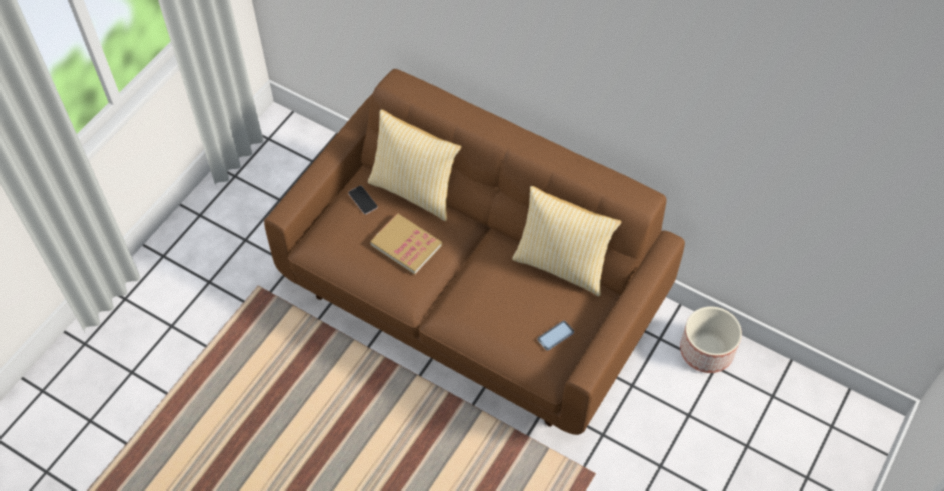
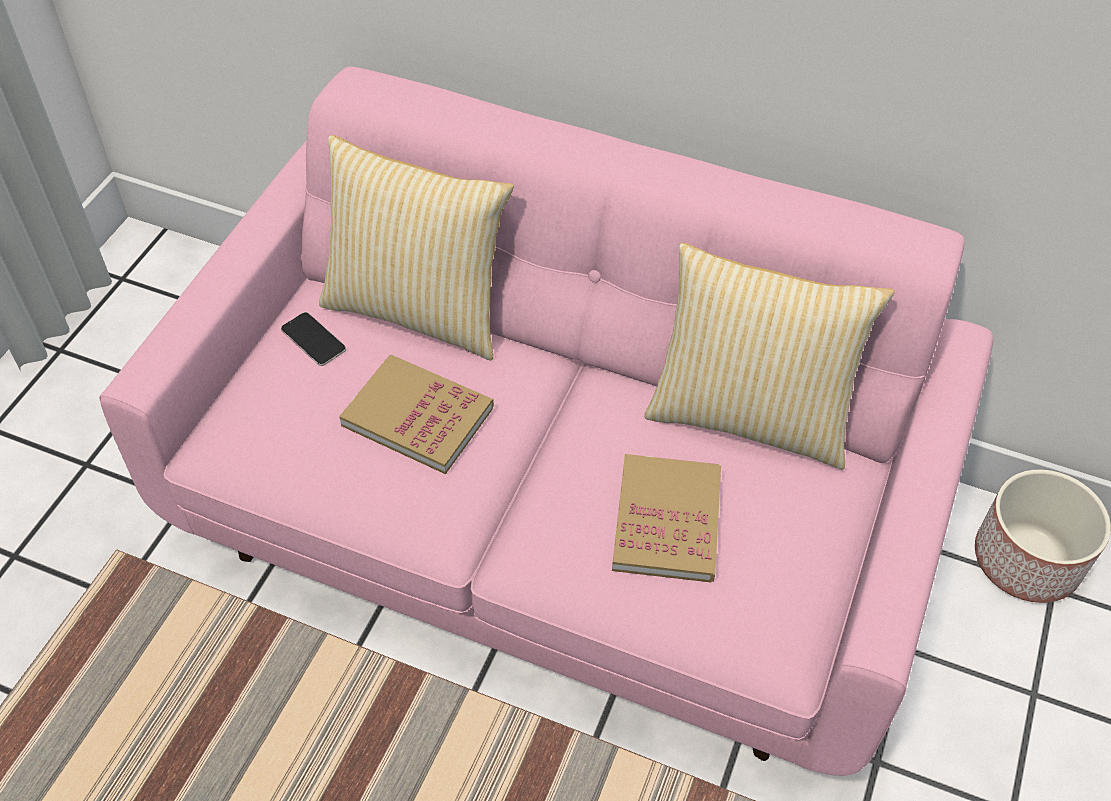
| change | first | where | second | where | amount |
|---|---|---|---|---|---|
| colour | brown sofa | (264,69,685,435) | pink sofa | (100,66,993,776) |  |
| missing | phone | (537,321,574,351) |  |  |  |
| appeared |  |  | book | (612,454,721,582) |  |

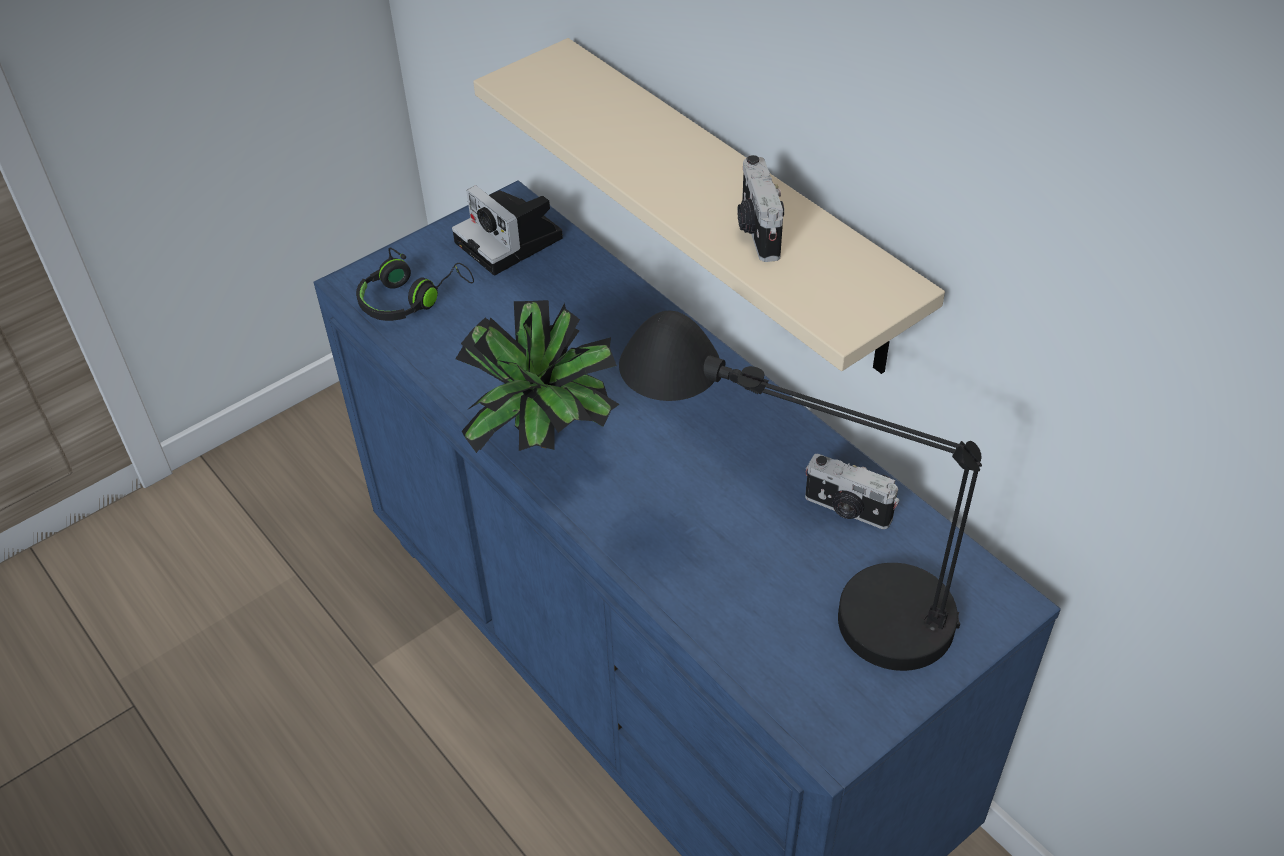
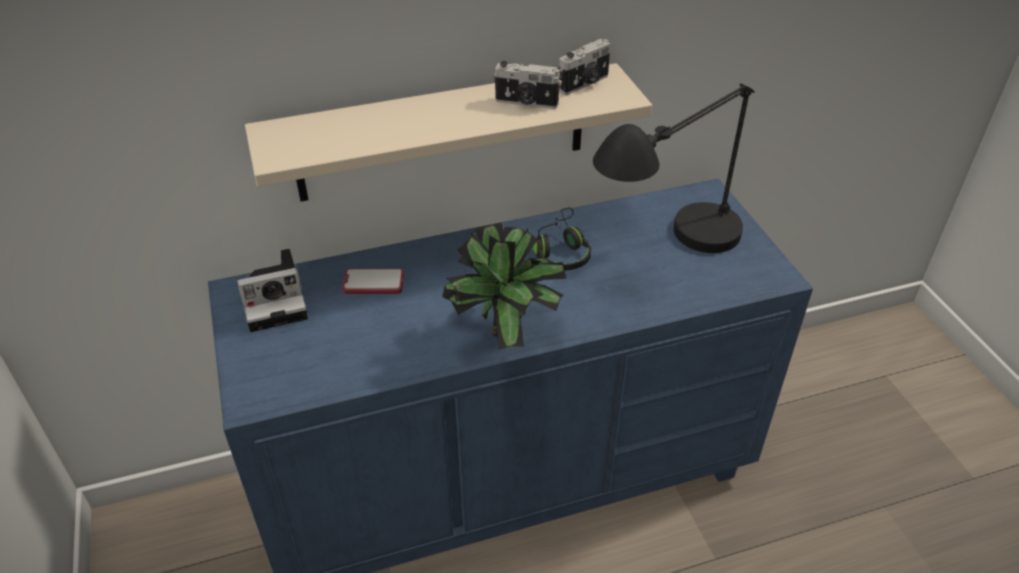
| change | first | where | second | where | amount |
|---|---|---|---|---|---|
| relocated | black headphones | (356,248,474,321) |  | (534,208,591,271) |  |
| relocated | photo camera | (805,454,899,529) |  | (559,39,610,95) |  |
| appeared |  |  | phone | (342,269,404,294) |  |

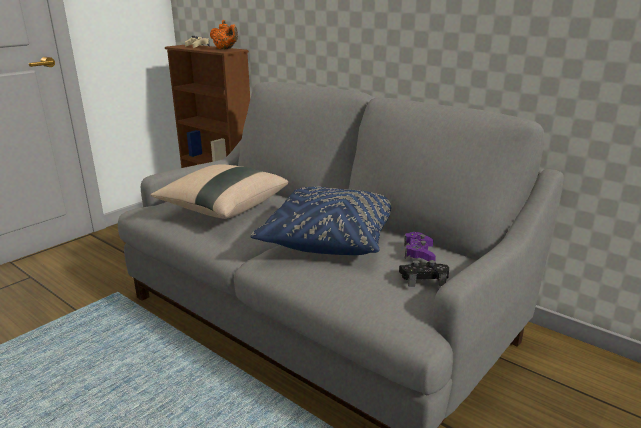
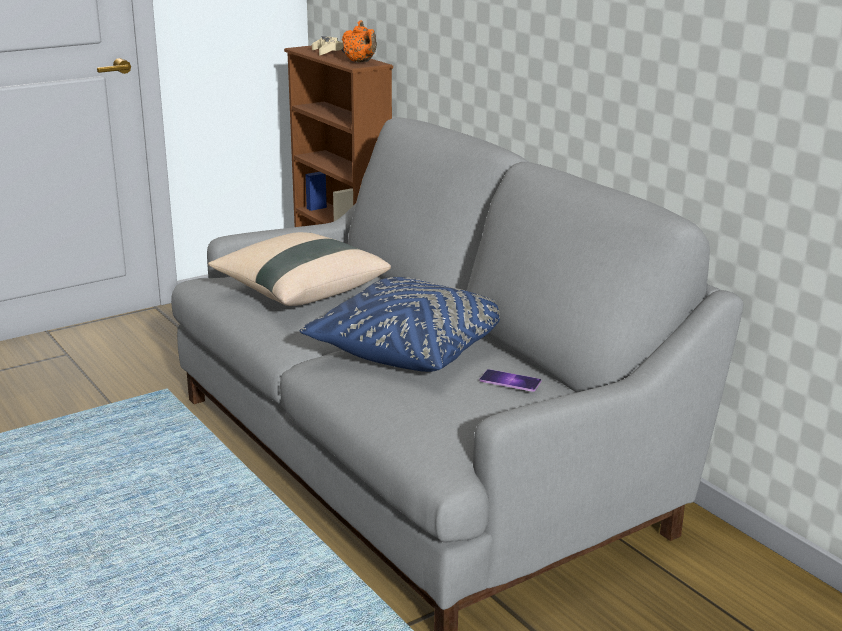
| change | first | where | second | where | amount |
|---|---|---|---|---|---|
| missing | black game controller | (399,260,449,287) |  |  |  |
| exchanged | purple game controller | (404,232,436,261) | phone | (479,369,542,392) |  |

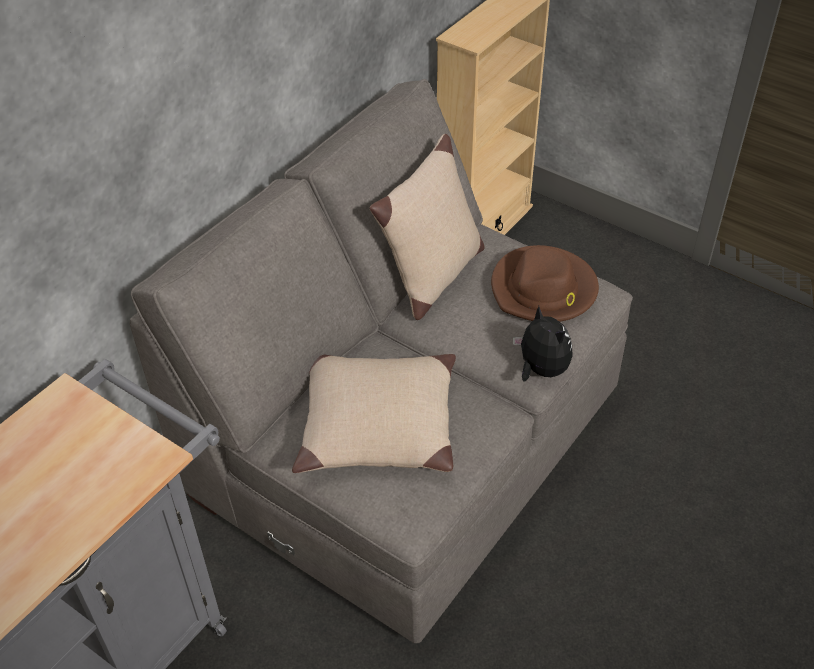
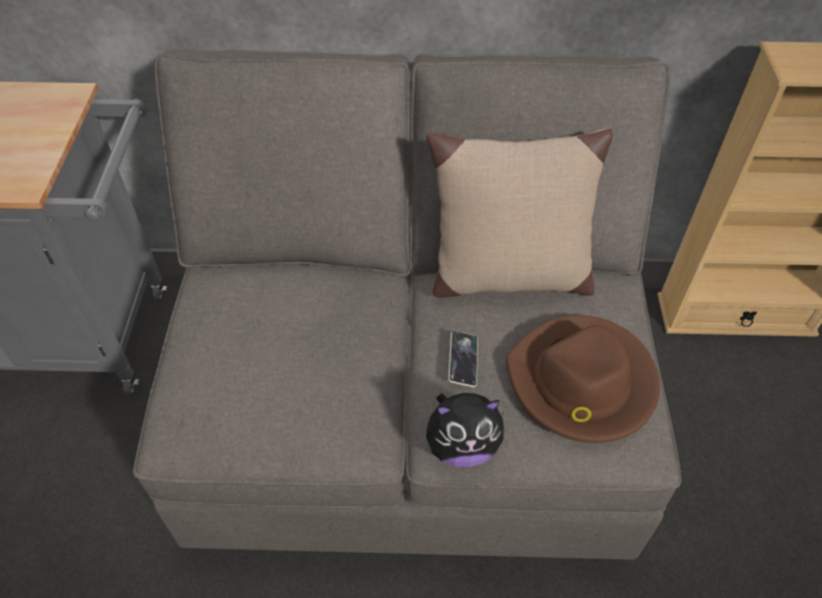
| change | first | where | second | where | amount |
|---|---|---|---|---|---|
| missing | beige pillow | (292,354,456,473) |  |  |  |
| spun | plush toy | (513,306,573,382) |  | (426,393,505,467) | 60 degrees clockwise |
| appeared |  |  | phone | (448,331,478,387) |  |

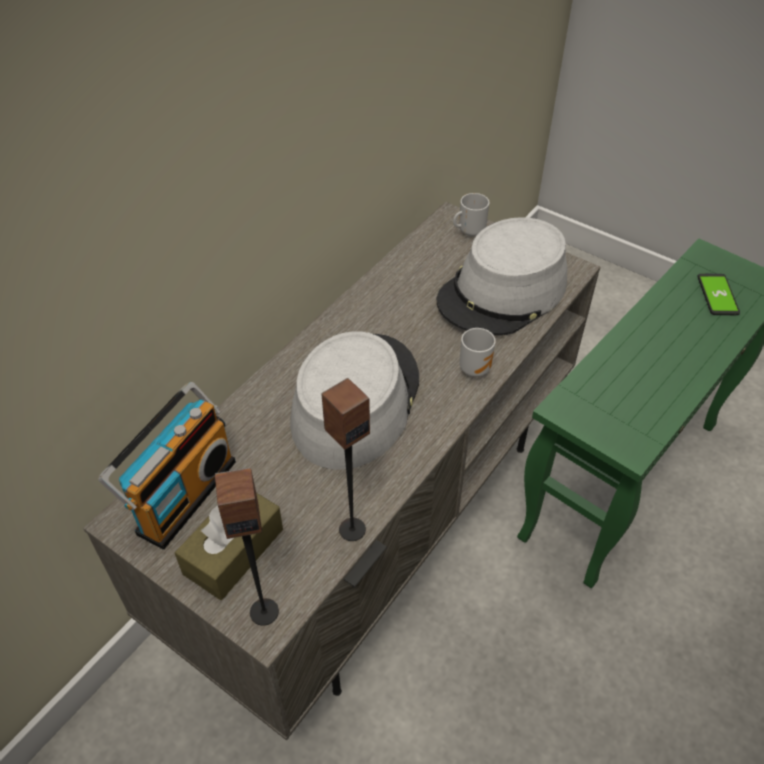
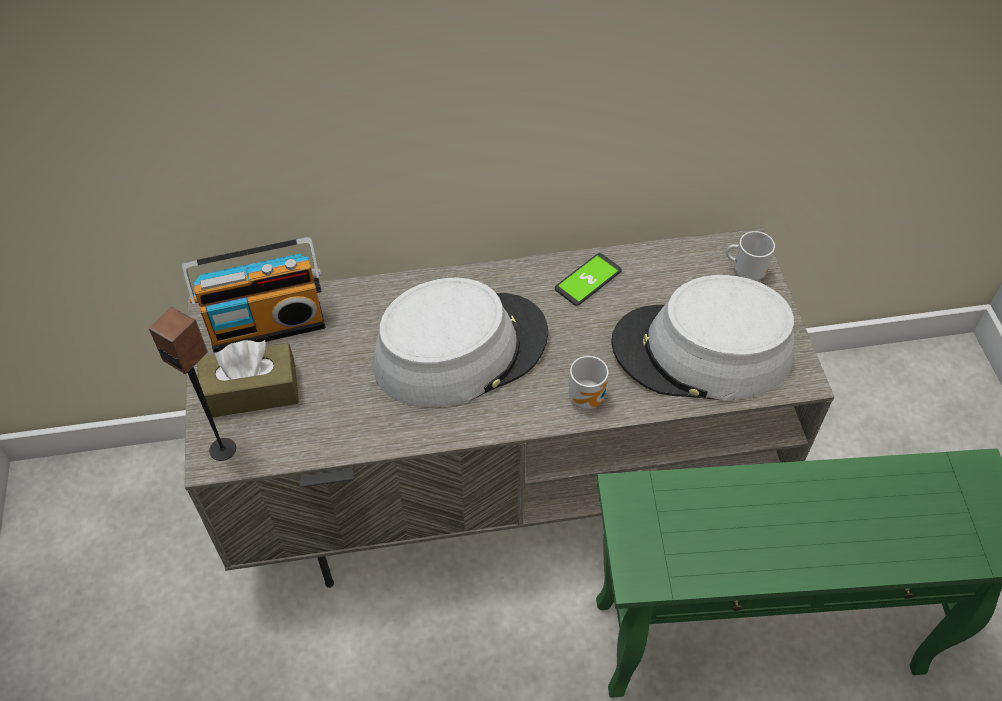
| change | first | where | second | where | amount |
|---|---|---|---|---|---|
| missing | speaker | (321,378,370,541) |  |  |  |
| relocated | phone | (697,274,740,315) |  | (555,253,622,306) |  |

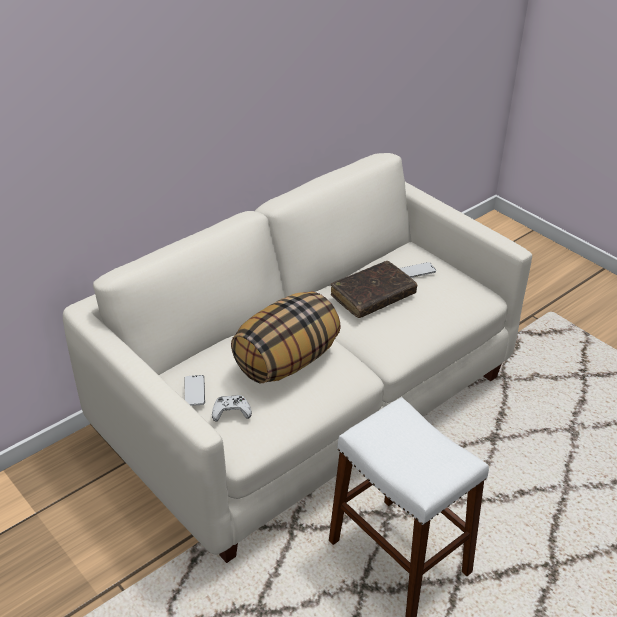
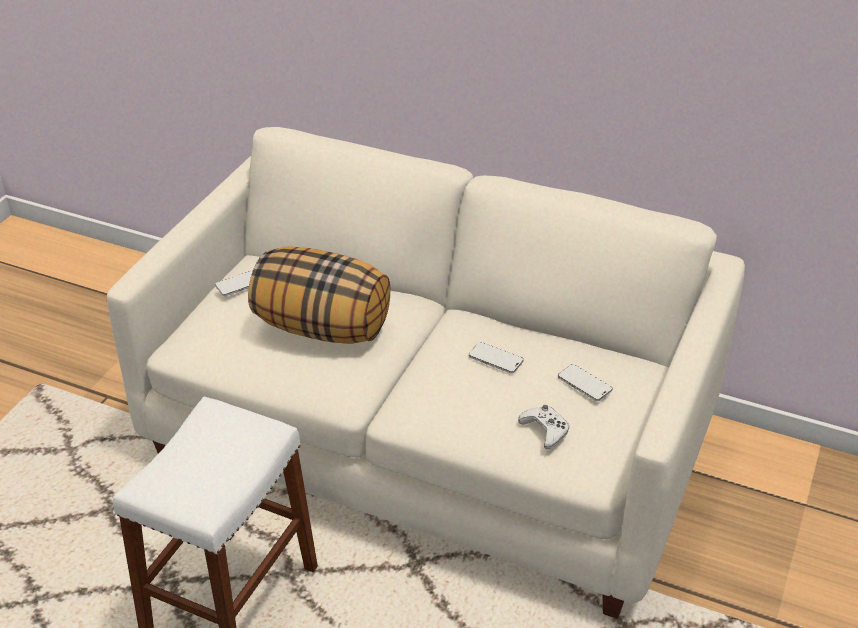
| change | first | where | second | where | amount |
|---|---|---|---|---|---|
| relocated | white game controller | (212,395,252,422) |  | (518,405,569,449) |  |
| exchanged | brown book | (330,261,417,318) | phone | (469,342,524,374) |  |

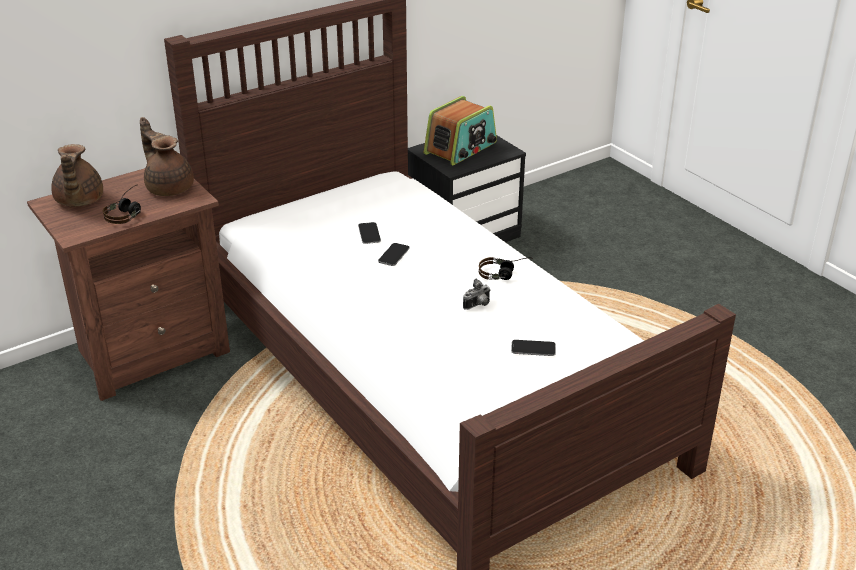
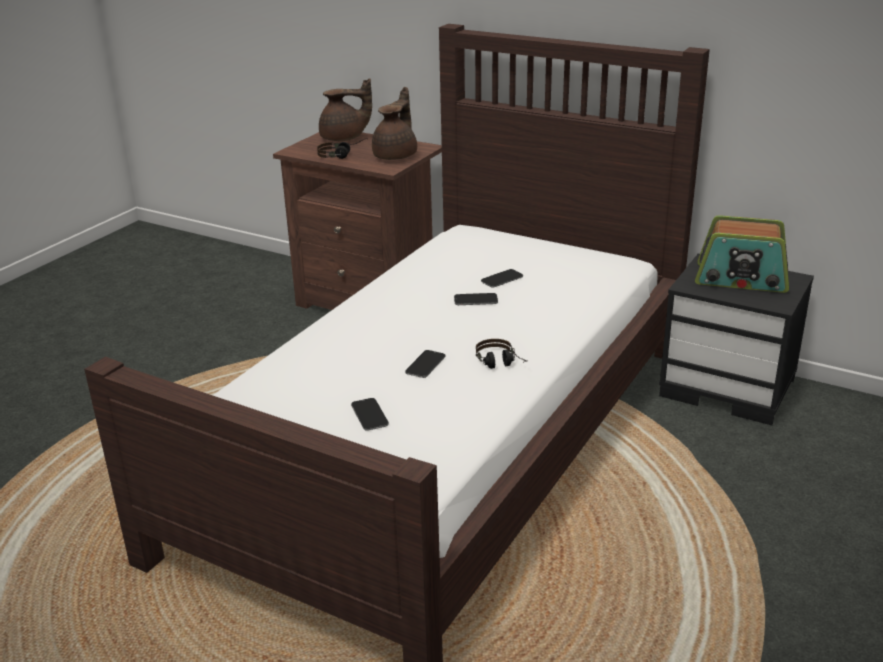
| change | first | where | second | where | amount |
|---|---|---|---|---|---|
| spun | brown teapot | (51,144,103,206) |  | (319,78,372,141) | 150 degrees counterclockwise |
| exchanged | photo camera | (463,279,491,310) | phone | (405,350,445,378) |  |

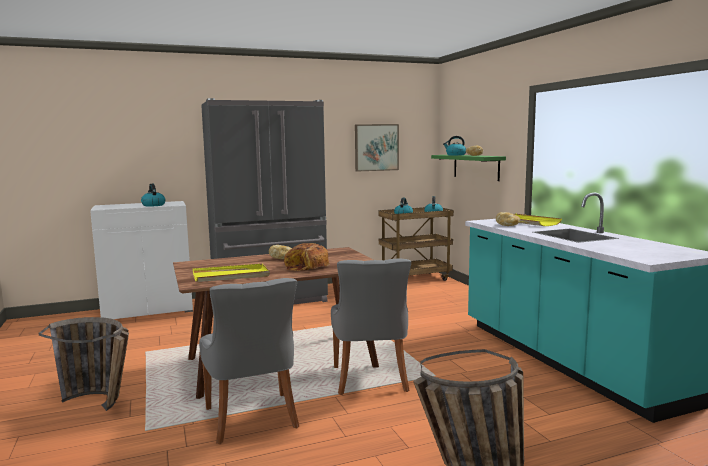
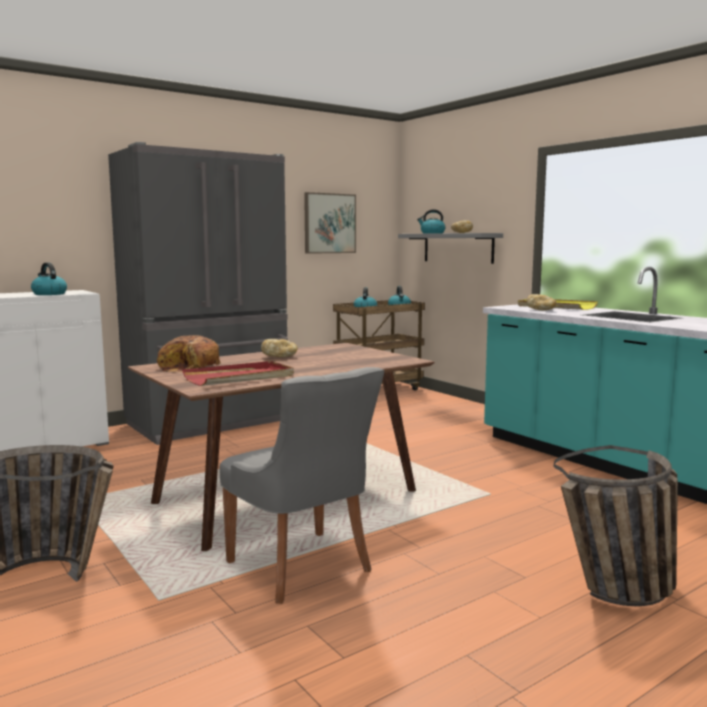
| change | first | where | second | where | amount |
|---|---|---|---|---|---|
| colour | yellow tray | (193,264,270,282) | red tray | (182,361,294,386) |  |
| relocated | bread | (284,243,330,271) |  | (157,335,221,372) |  |
| missing | grey chair | (331,258,411,395) |  |  |  |
| colour | green shelf | (431,155,506,181) | grey shelf | (398,233,503,264) |  |

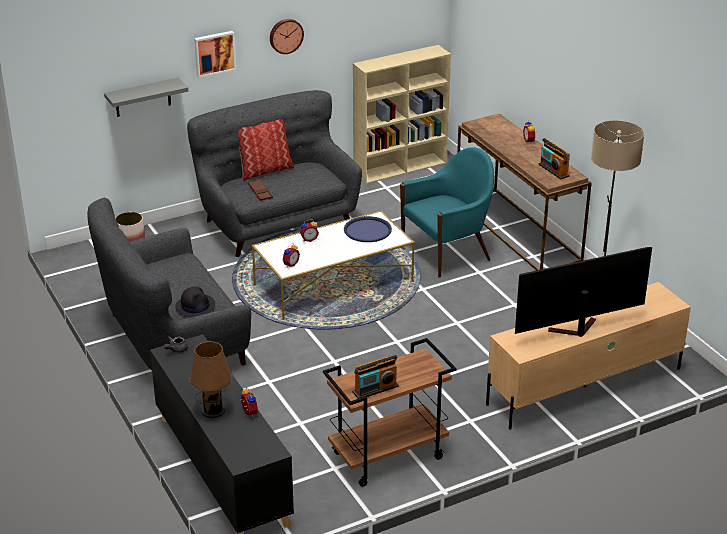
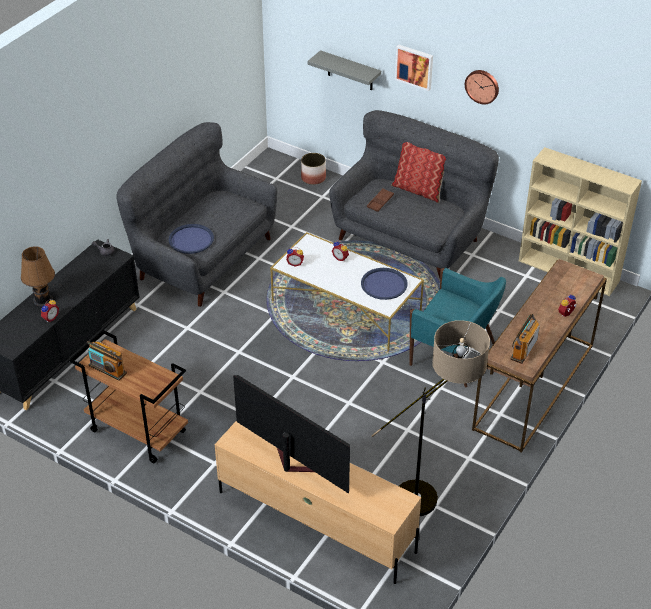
| change | first | where | second | where | amount |
|---|---|---|---|---|---|
| exchanged | black hat | (175,287,215,317) | blue tray | (169,224,214,254) |  |

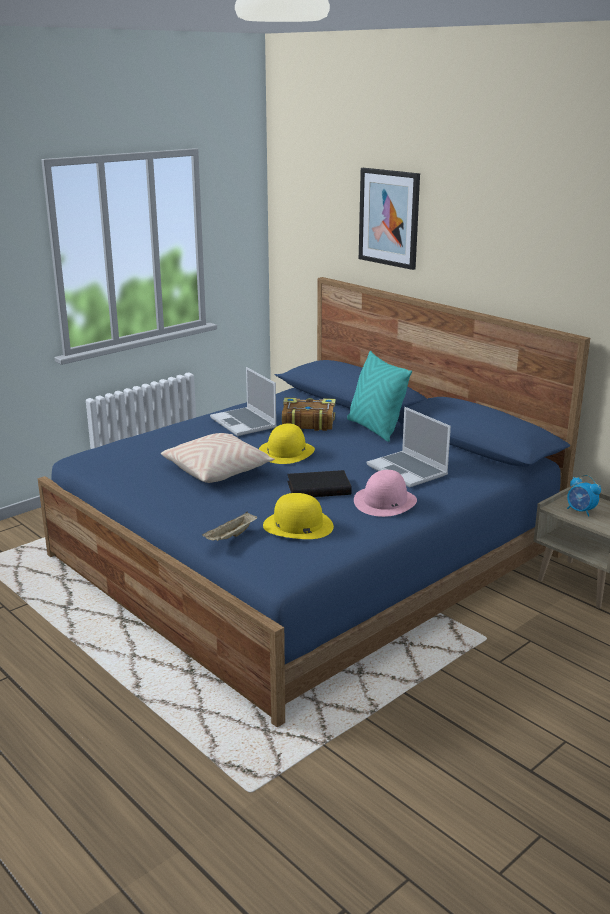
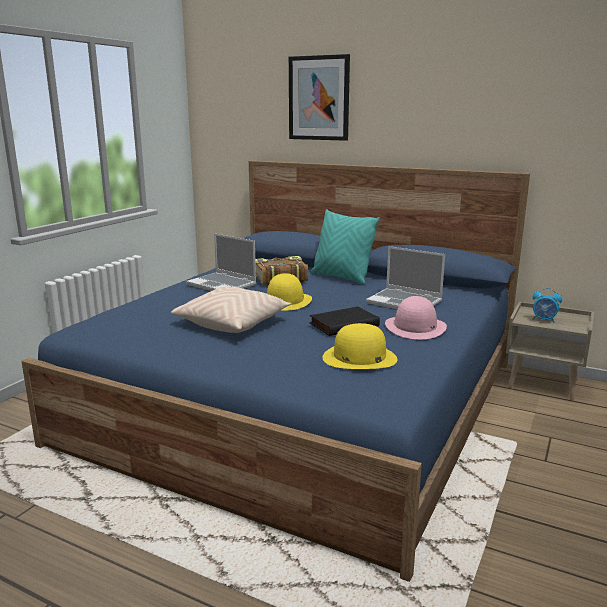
| change | first | where | second | where | amount |
|---|---|---|---|---|---|
| missing | beige tray | (202,512,257,541) |  |  |  |

